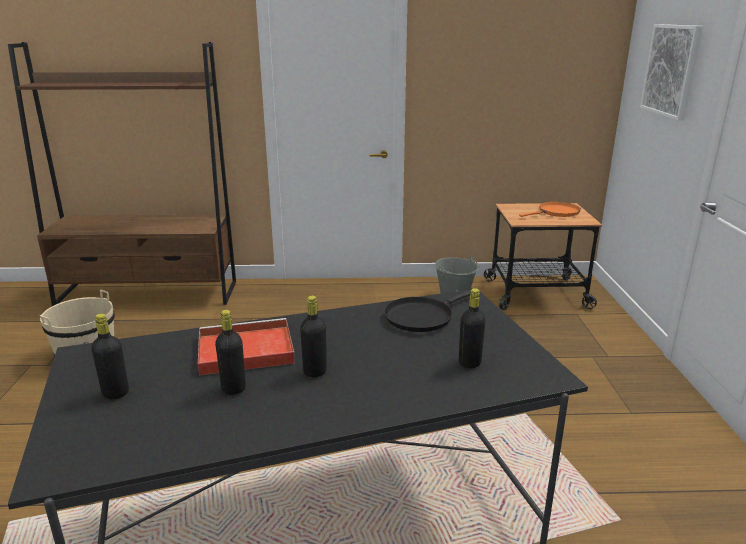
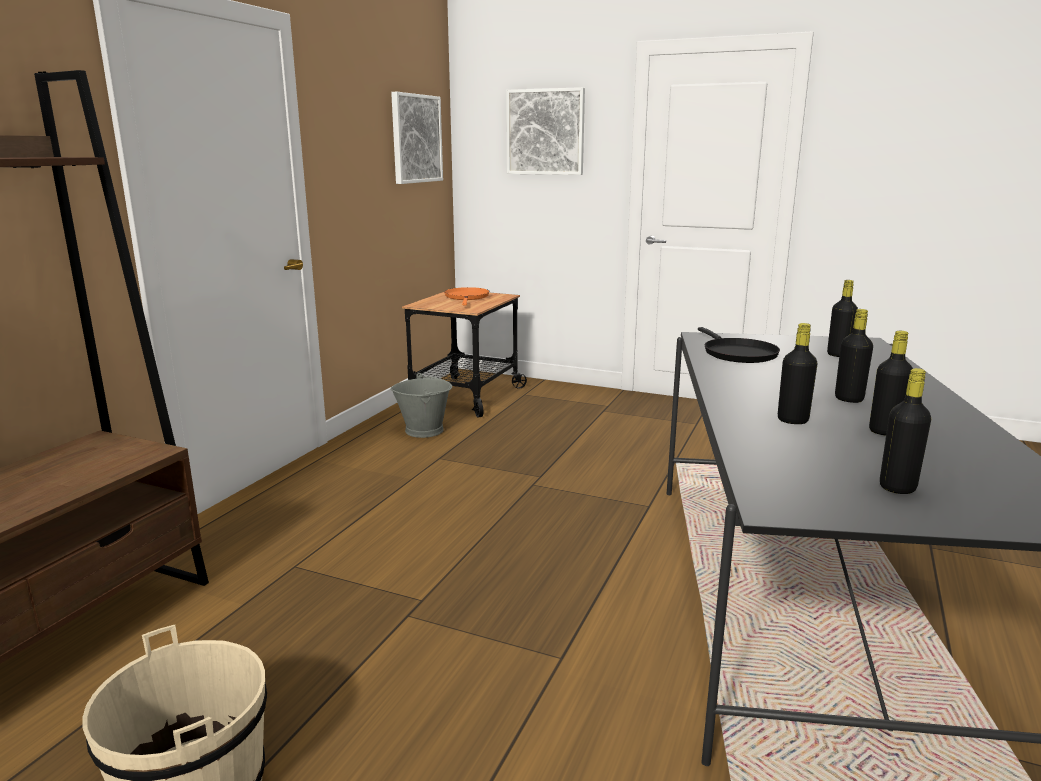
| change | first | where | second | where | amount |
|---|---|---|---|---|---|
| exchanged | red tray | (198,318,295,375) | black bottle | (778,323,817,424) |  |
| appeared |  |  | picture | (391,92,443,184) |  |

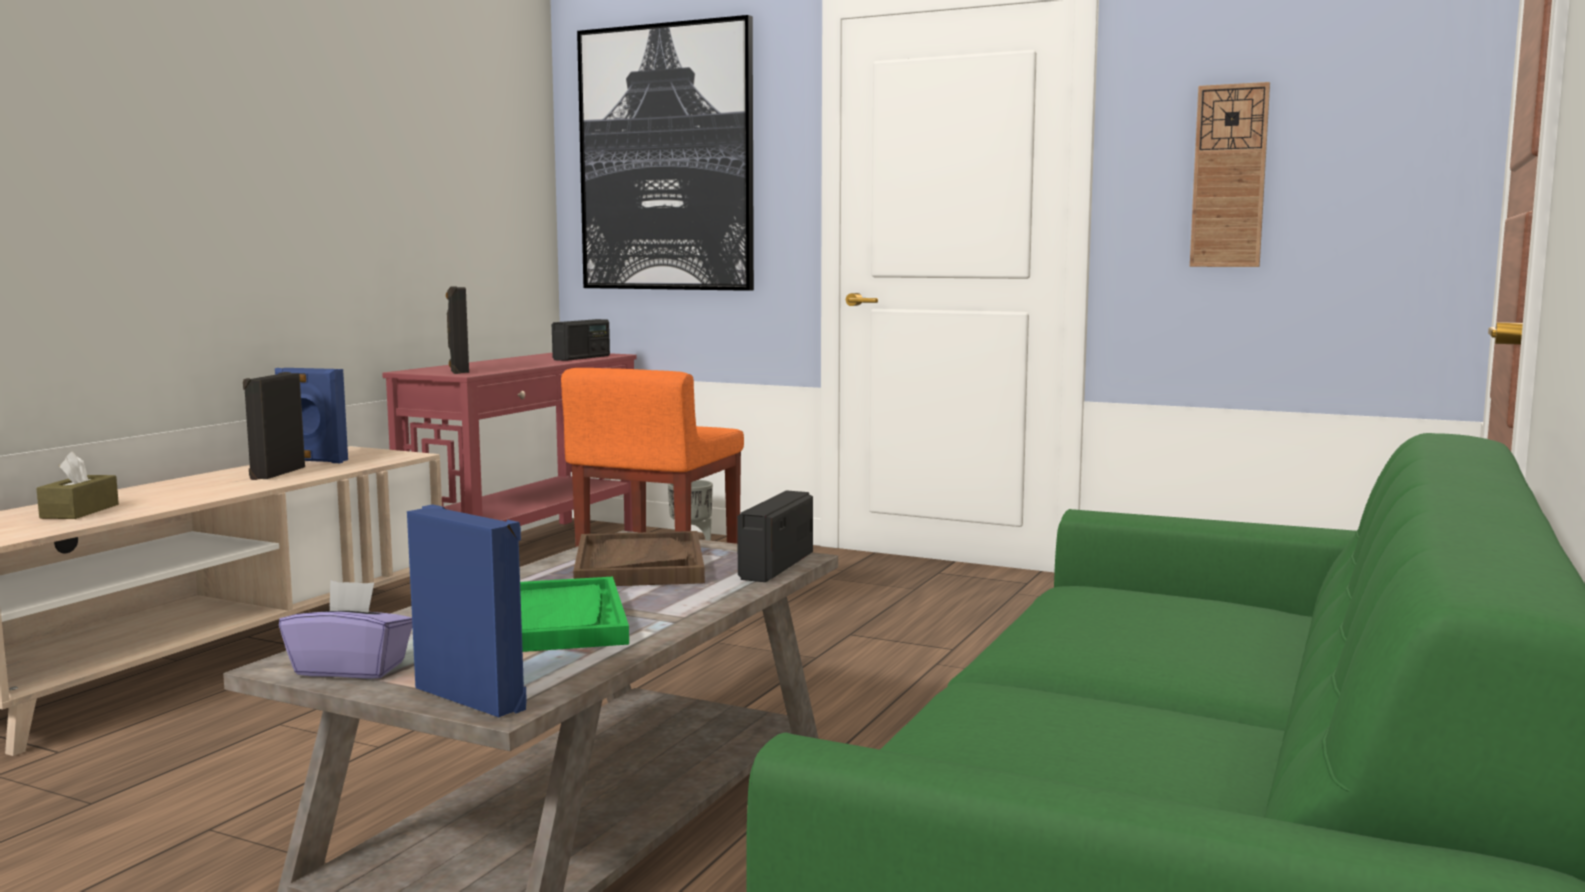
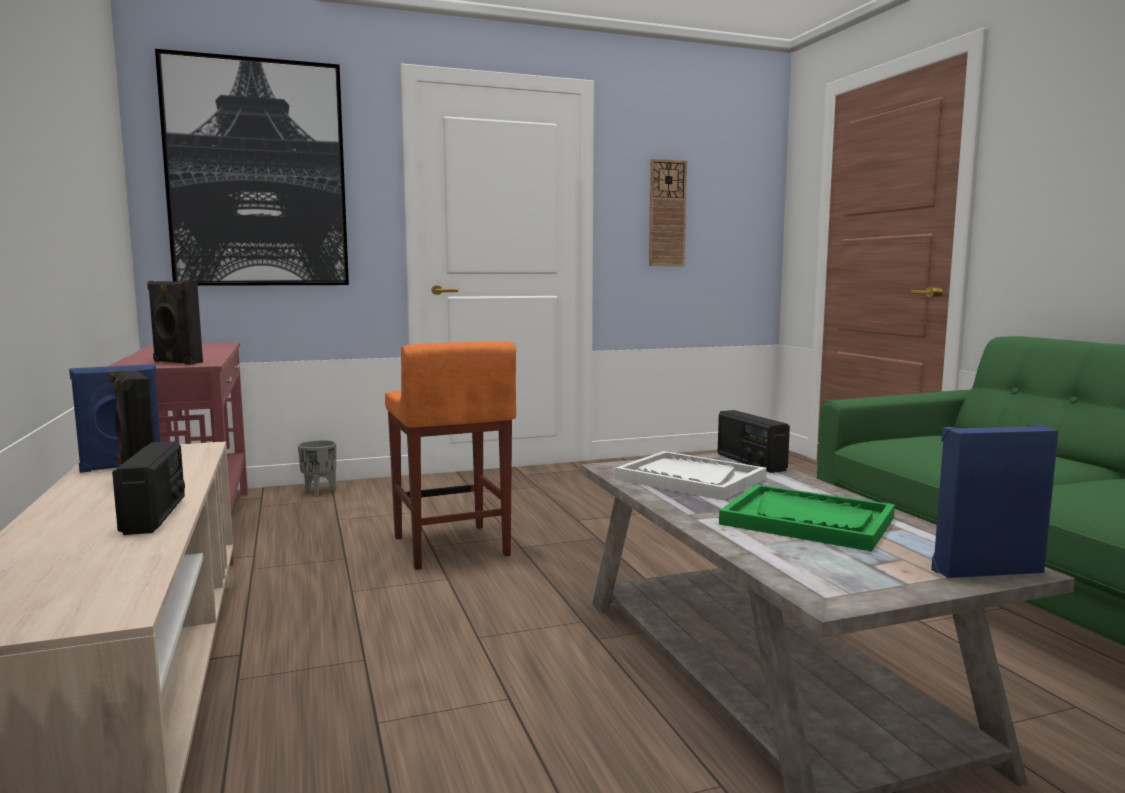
| change | first | where | second | where | amount |
|---|---|---|---|---|---|
| missing | brown tissue box | (36,452,119,519) |  |  |  |
| missing | purple tissue box | (279,581,412,679) |  |  |  |
| relocated | radio | (552,319,610,361) |  | (112,441,185,535) |  |
| colour | brown tray | (573,531,705,586) | white tray | (615,451,766,500) |  |

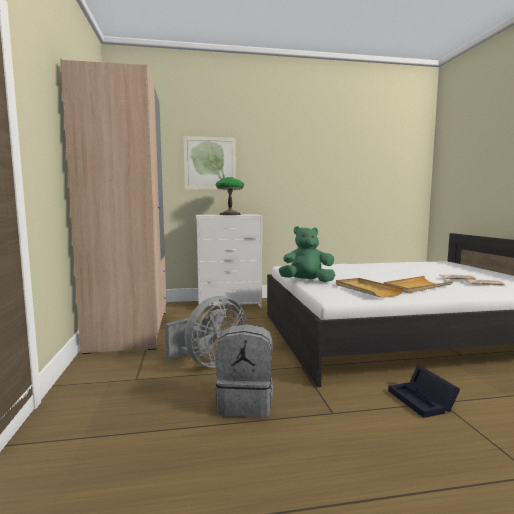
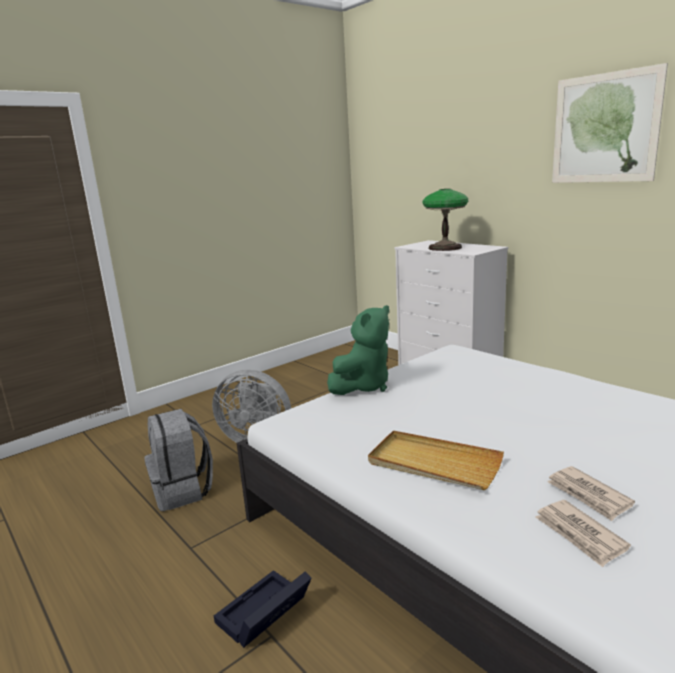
| change | first | where | second | where | amount |
|---|---|---|---|---|---|
| missing | beige wardrobe | (60,59,167,354) |  |  |  |
| relocated | picture | (183,136,236,190) |  | (552,63,668,183) |  |
| spun | green plush toy | (279,226,335,282) |  | (327,305,389,395) | 75 degrees clockwise |
| missing | beige tray | (336,278,405,298) |  |  |  |

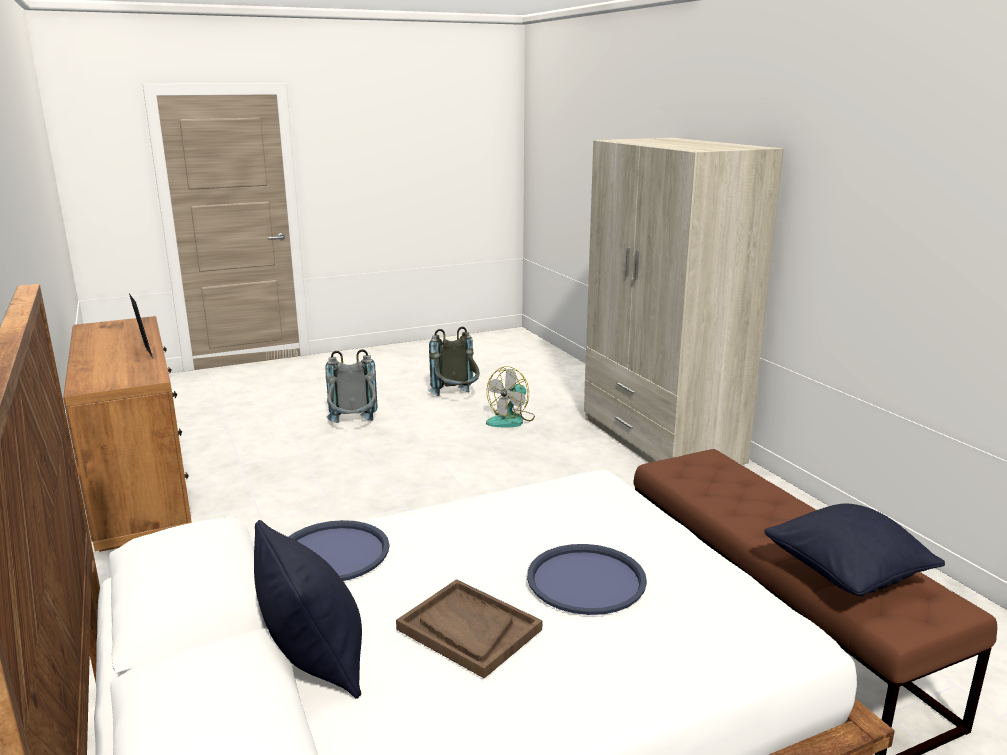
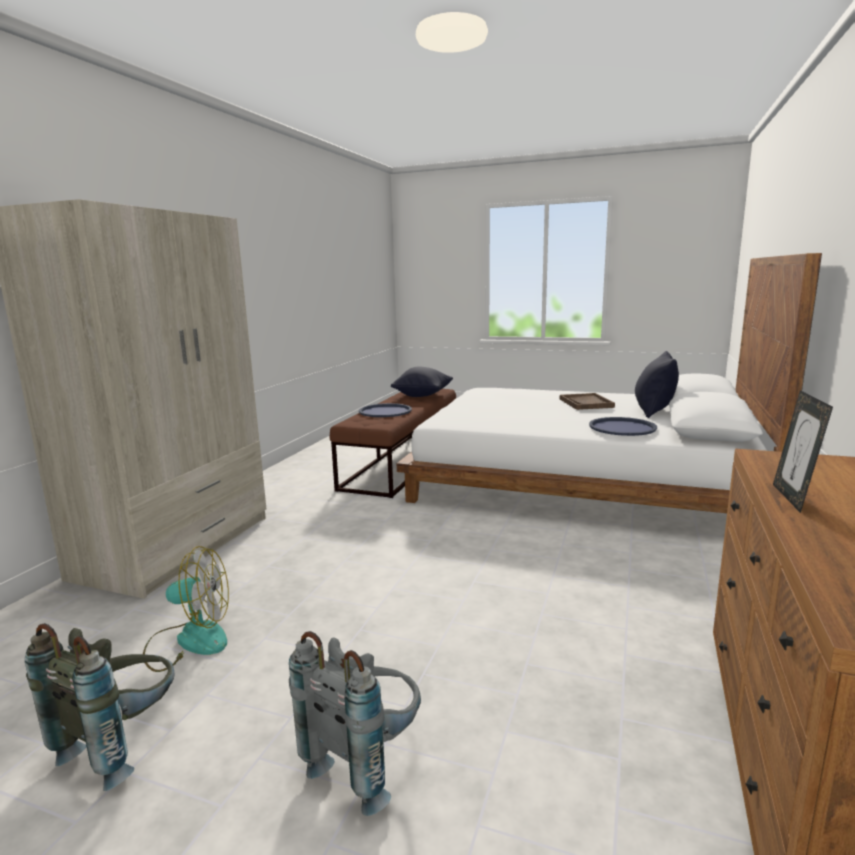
| change | first | where | second | where | amount |
|---|---|---|---|---|---|
| relocated | blue tray | (527,544,647,615) |  | (359,403,412,417) |  |

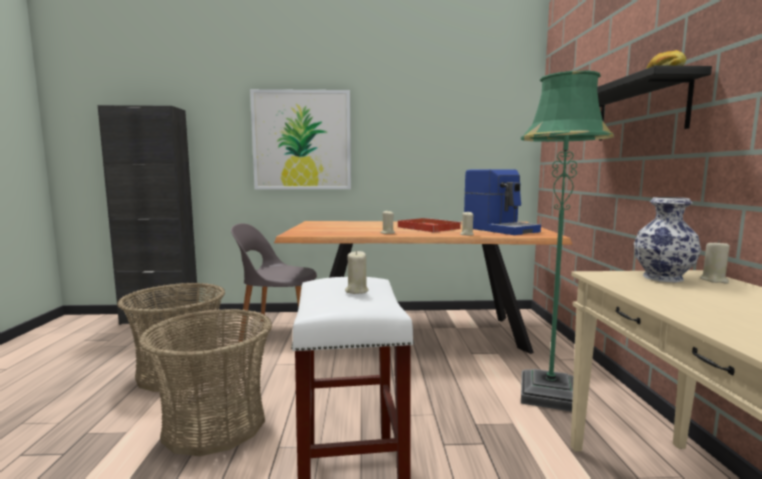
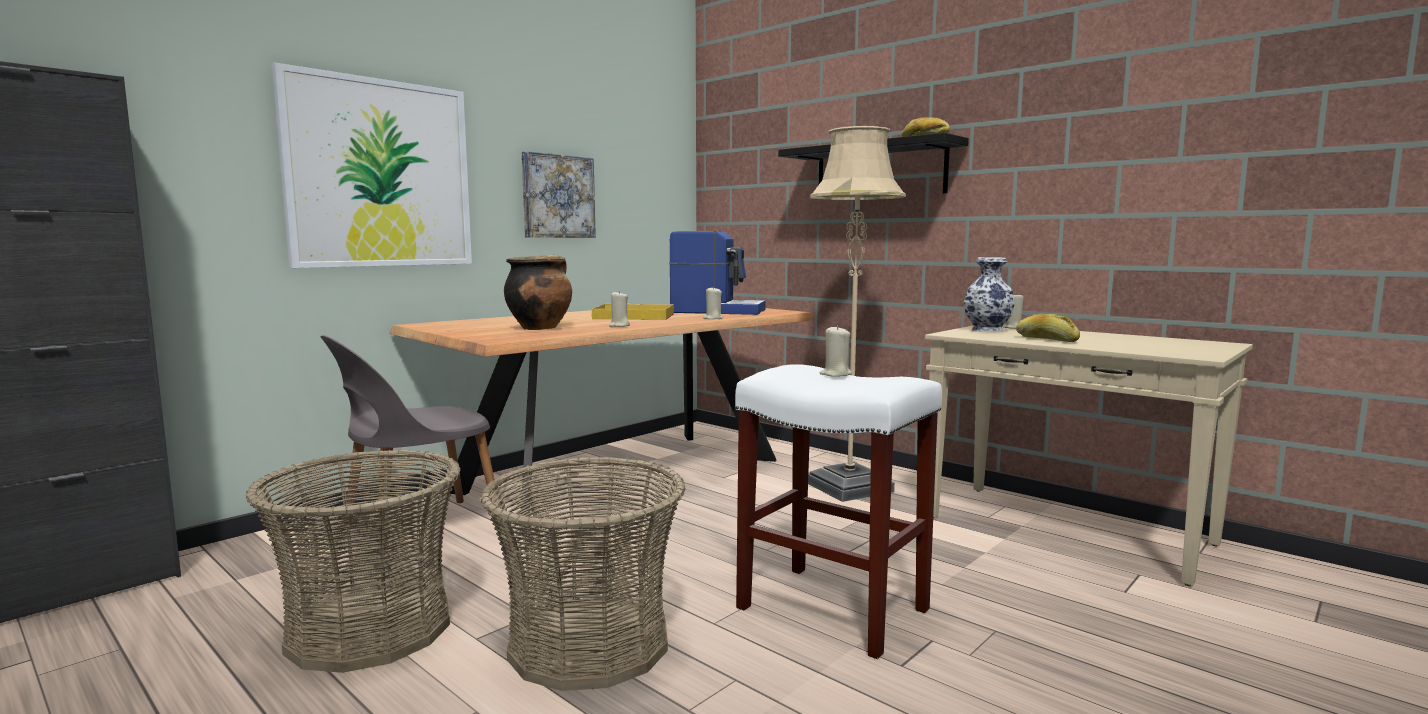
| change | first | where | second | where | amount |
|---|---|---|---|---|---|
| colour | red tray | (398,218,462,232) | yellow tray | (592,304,674,320) |  |
| colour | green floor lamp | (521,70,614,412) | beige floor lamp | (808,126,906,502) |  |
| appeared |  |  | cooking pot | (504,255,572,330) |  |
| appeared |  |  | picture | (522,151,596,238) |  |
| appeared |  |  | bread | (1016,314,1080,342) |  |

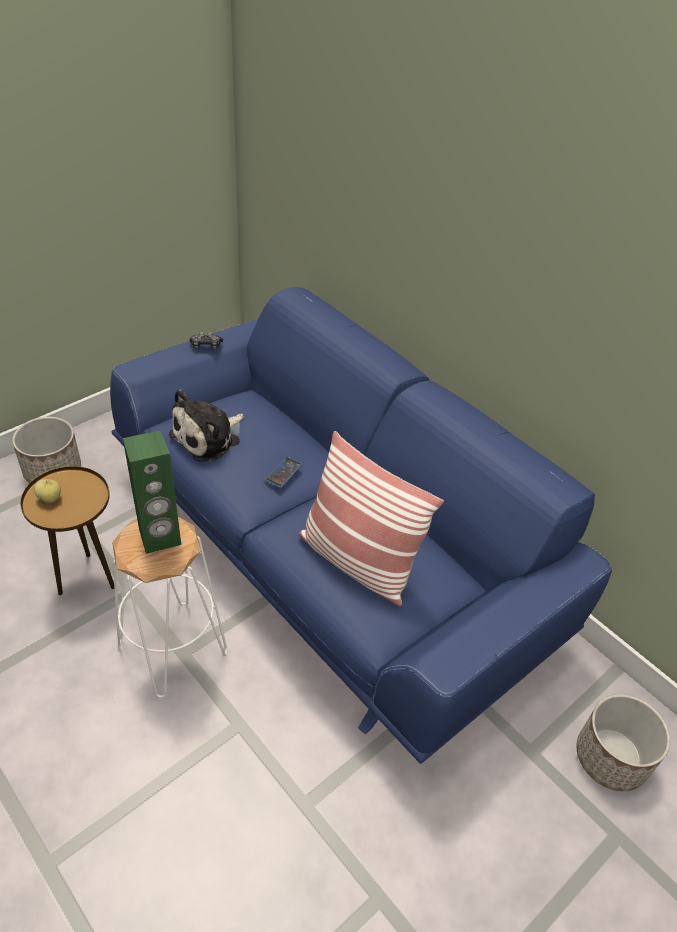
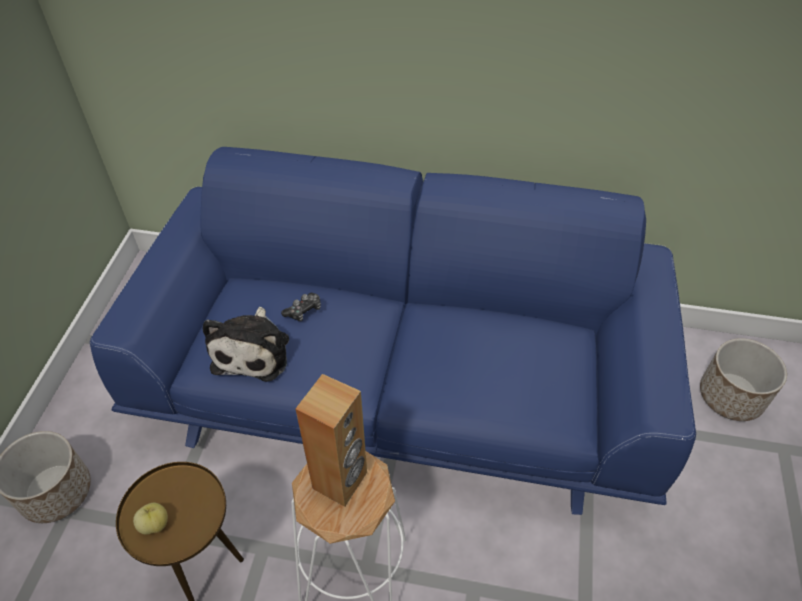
| change | first | where | second | where | amount |
|---|---|---|---|---|---|
| colour | green speaker | (123,430,181,554) | brown speaker | (295,374,367,507) |  |
| relocated | game controller | (190,332,223,349) |  | (281,293,321,322) |  |
| missing | phone | (265,457,302,488) |  |  |  |
| missing | pillow | (299,431,444,606) |  |  |  |

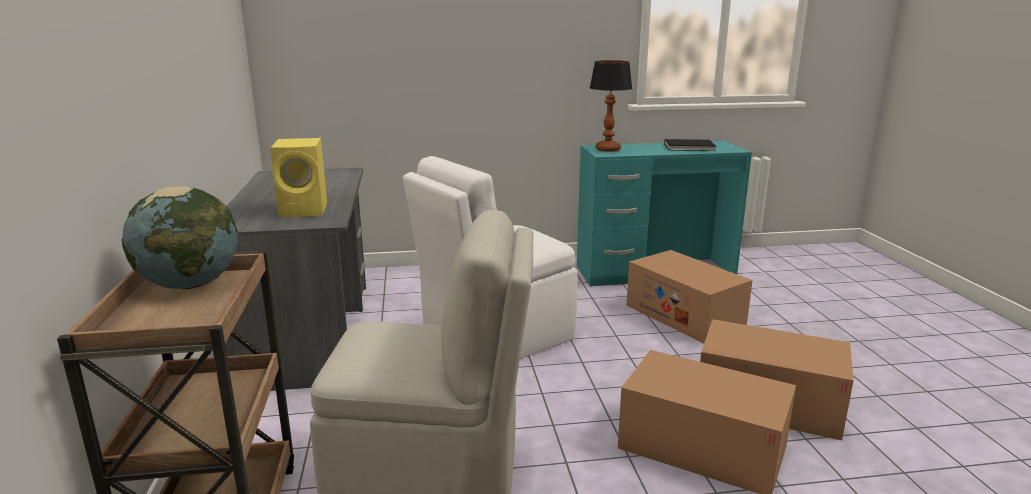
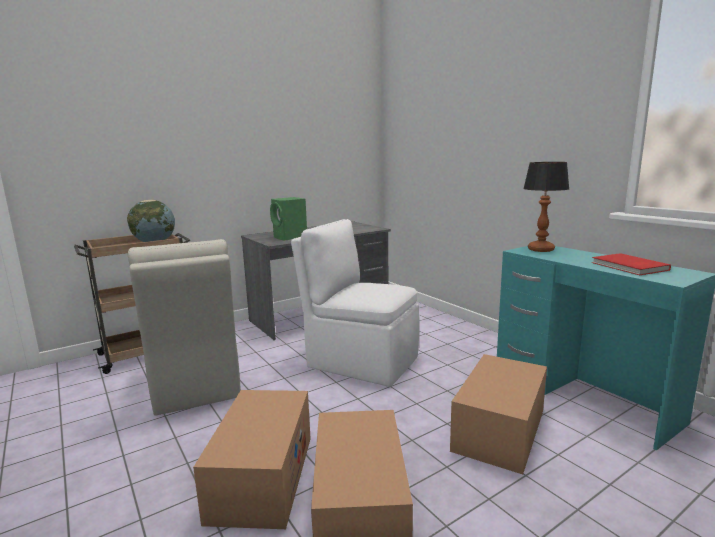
| change | first | where | second | where | amount |
|---|---|---|---|---|---|
| colour | yellow speaker | (270,138,327,217) | green speaker | (270,197,307,240) |  |
| colour | black book | (664,139,716,151) | red book | (592,253,671,275) |  |

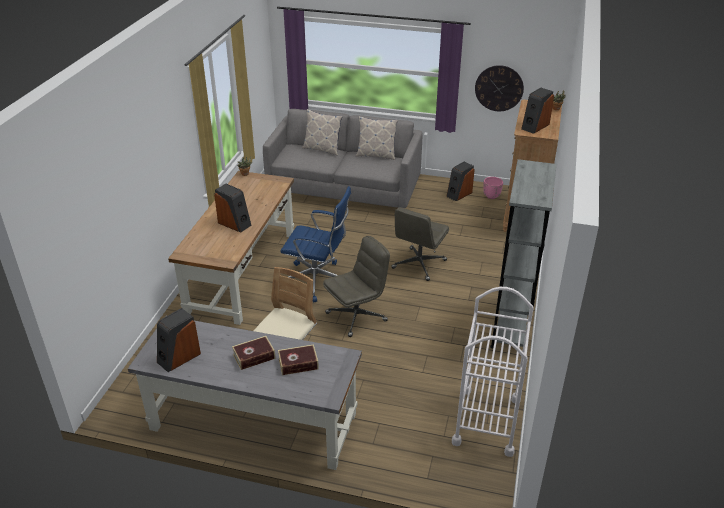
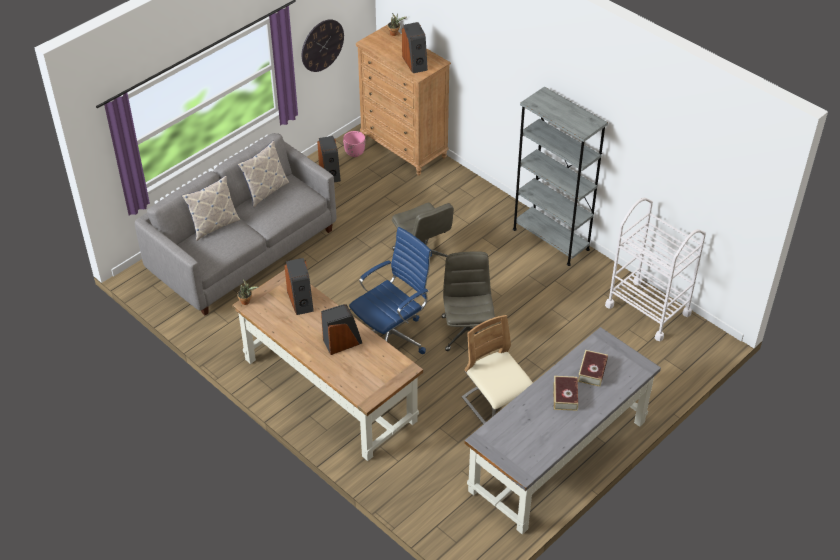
| change | first | where | second | where | amount |
|---|---|---|---|---|---|
| relocated | speaker | (157,308,201,372) |  | (284,258,314,315) |  |

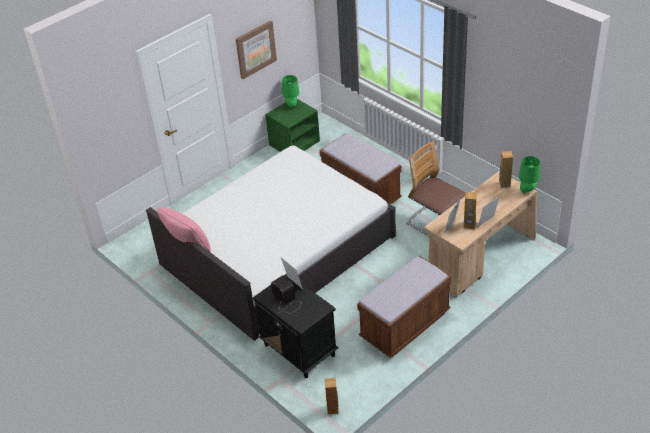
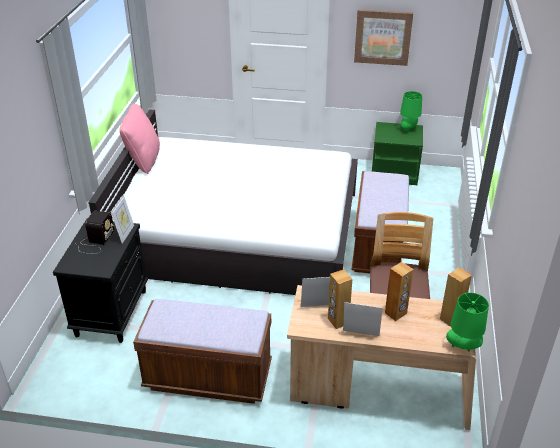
| change | first | where | second | where | amount |
|---|---|---|---|---|---|
| relocated | brown speaker | (325,377,339,414) |  | (385,262,414,321) |  |

